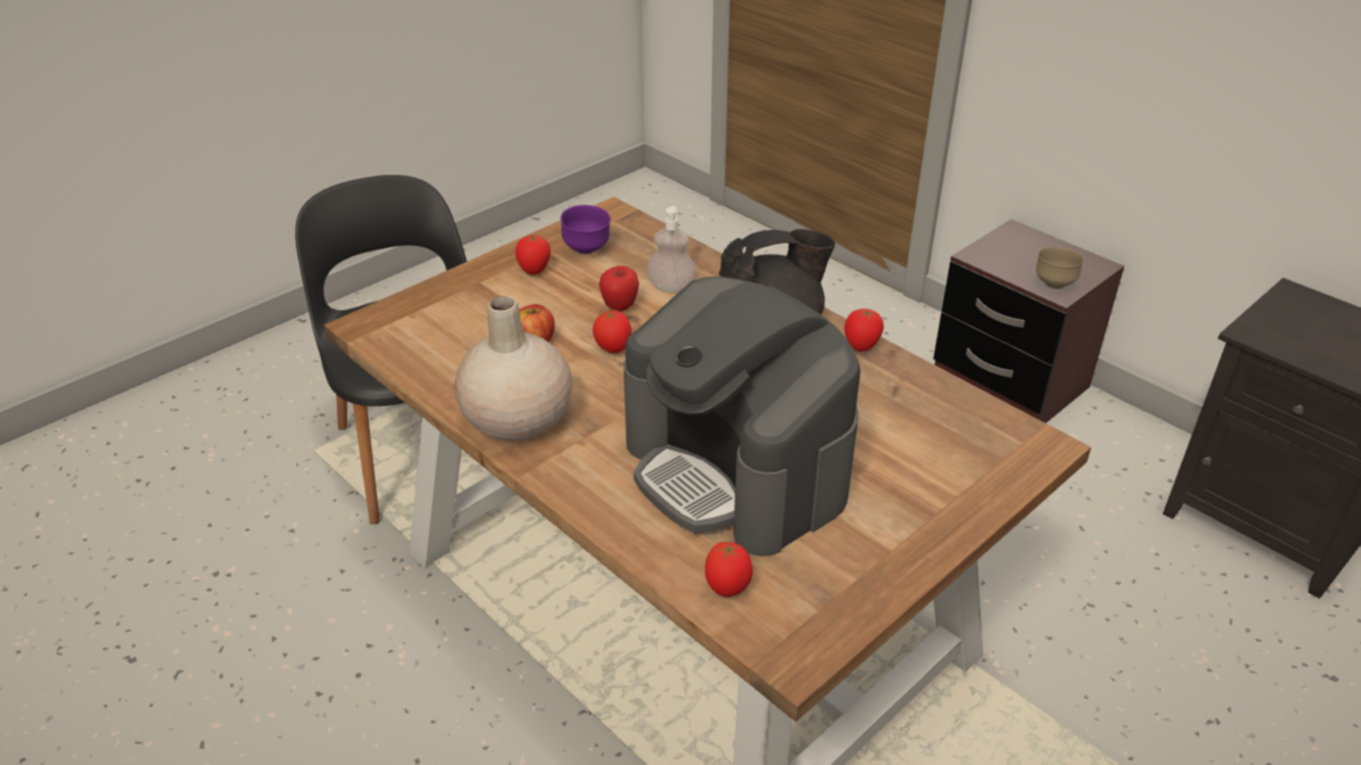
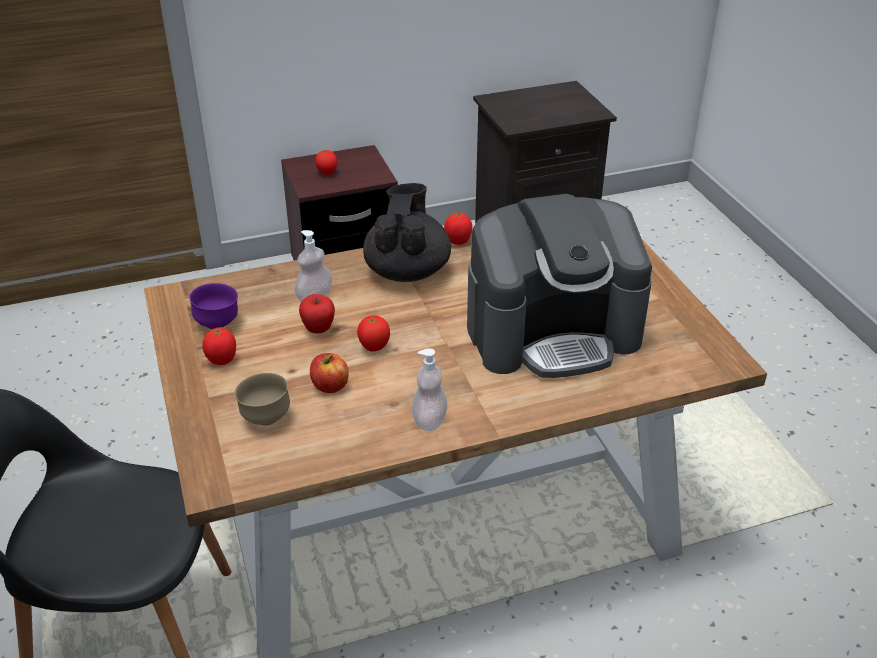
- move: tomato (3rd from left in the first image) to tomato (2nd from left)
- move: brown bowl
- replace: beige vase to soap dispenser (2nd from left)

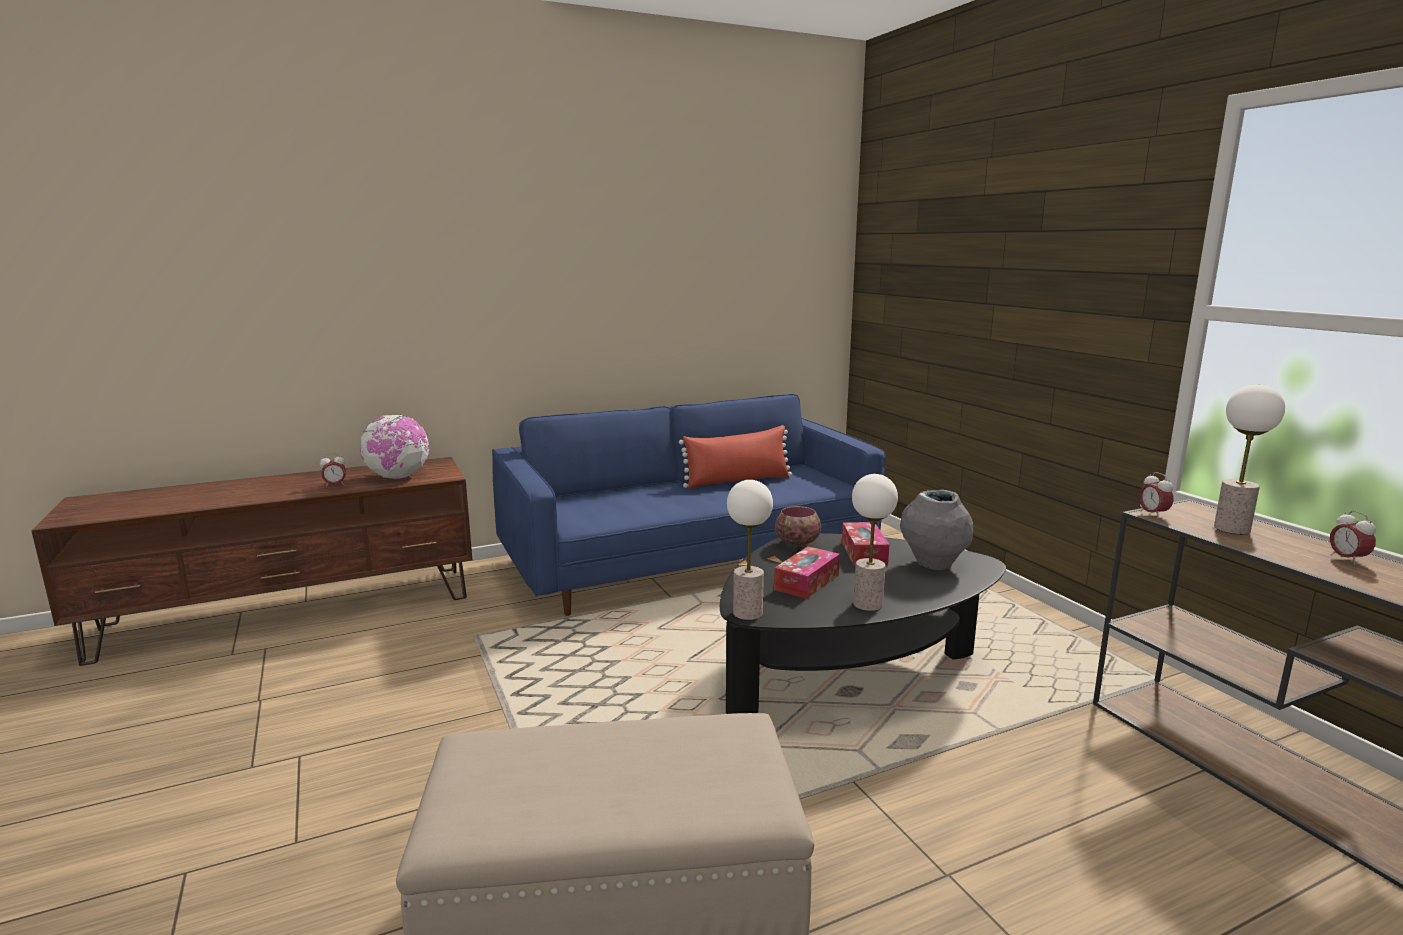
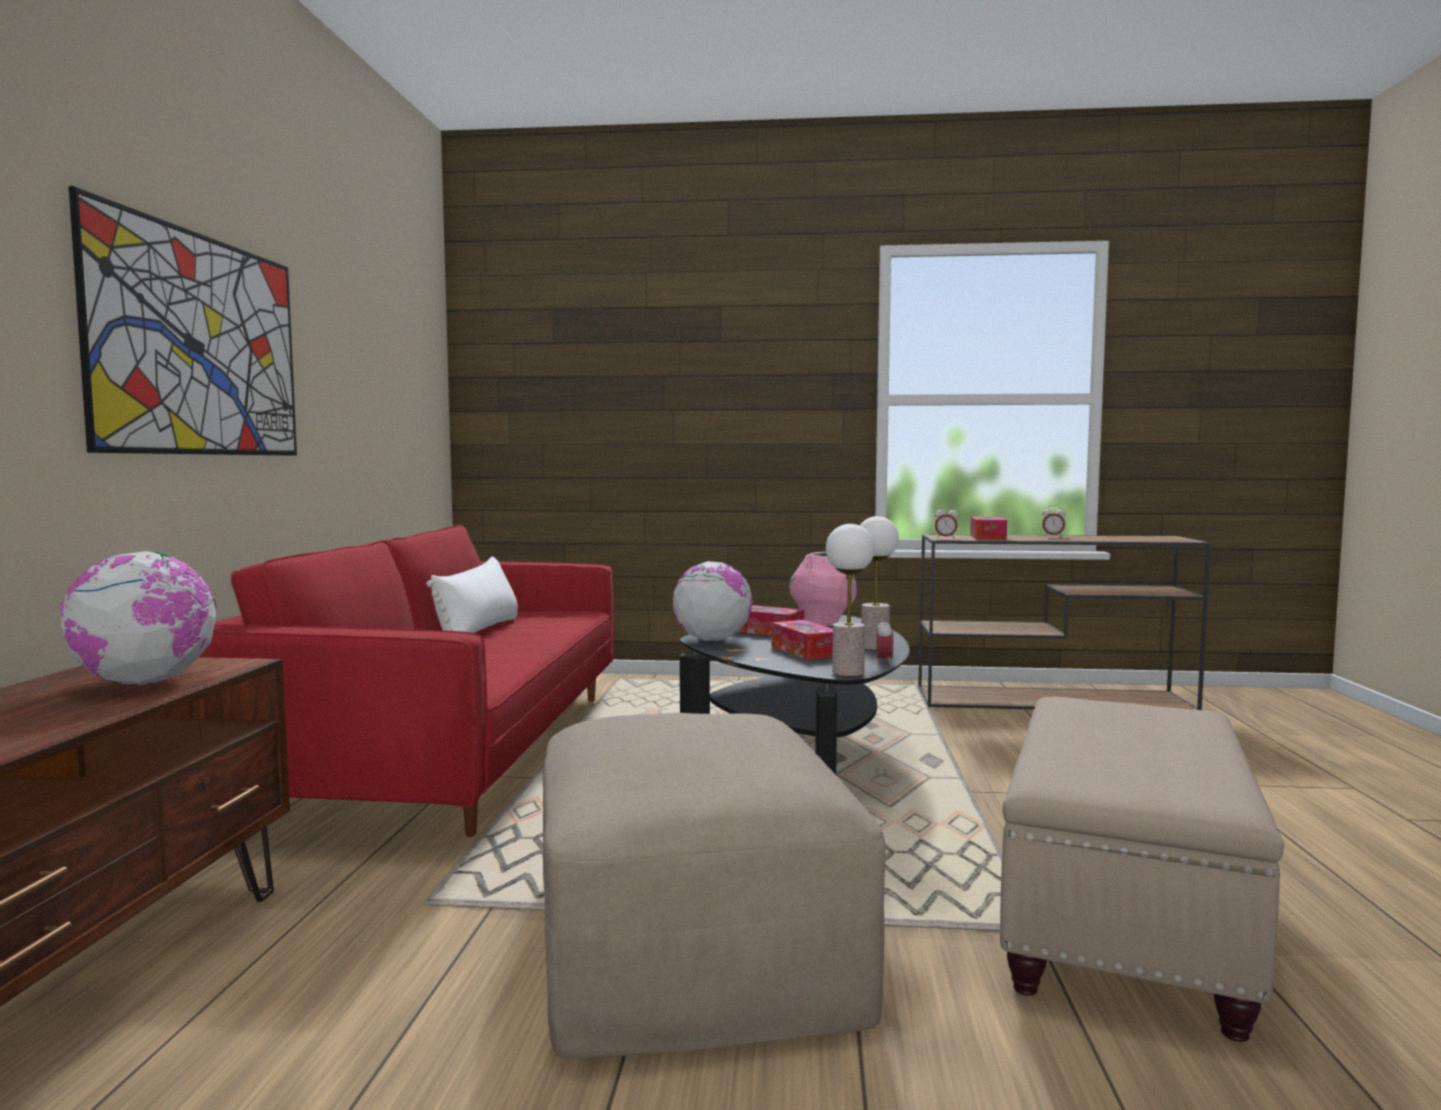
- insert: picture
- insert: beige ottoman (1st from left)
- move: alarm clock (1st from left)
- replace: bowl to globe (2nd from left)
- replace: table lamp (3rd from left) to tissue box (3rd from left)
- recolor: blue sofa to red sofa
- recolor: red pillow to white pillow
- recolor: grey vase to pink vase

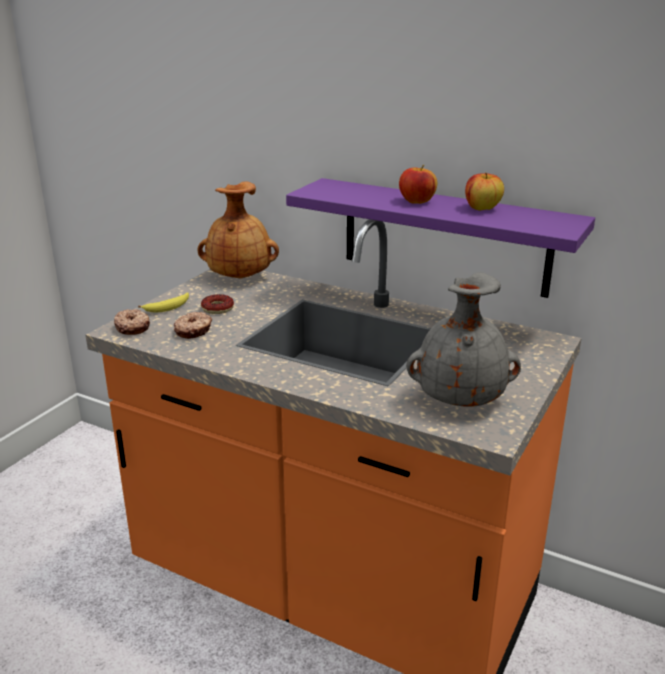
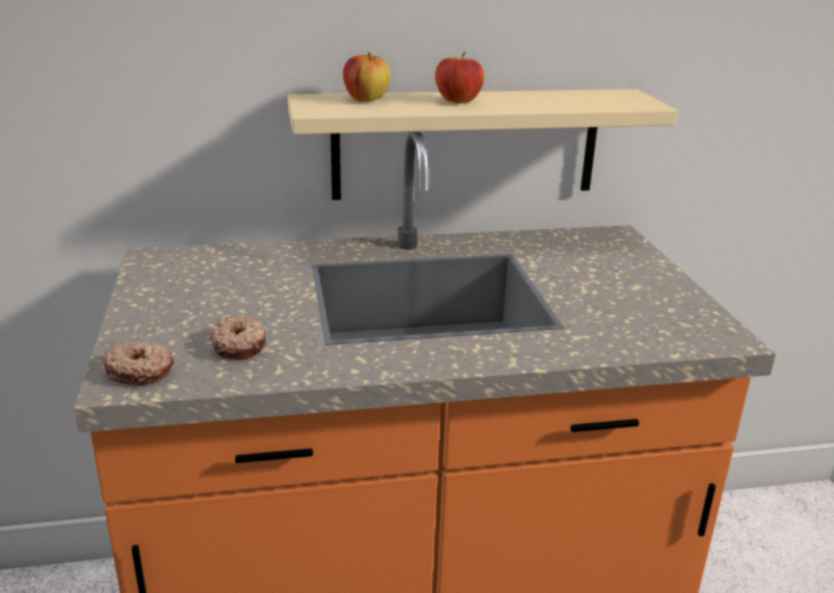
- delete: banana
- delete: brown vase
- delete: donut (3rd from left)
- delete: grey vase
- move: apple (2nd from left in the first image) to apple (1st from left)
- recolor: purple shelf to beige shelf

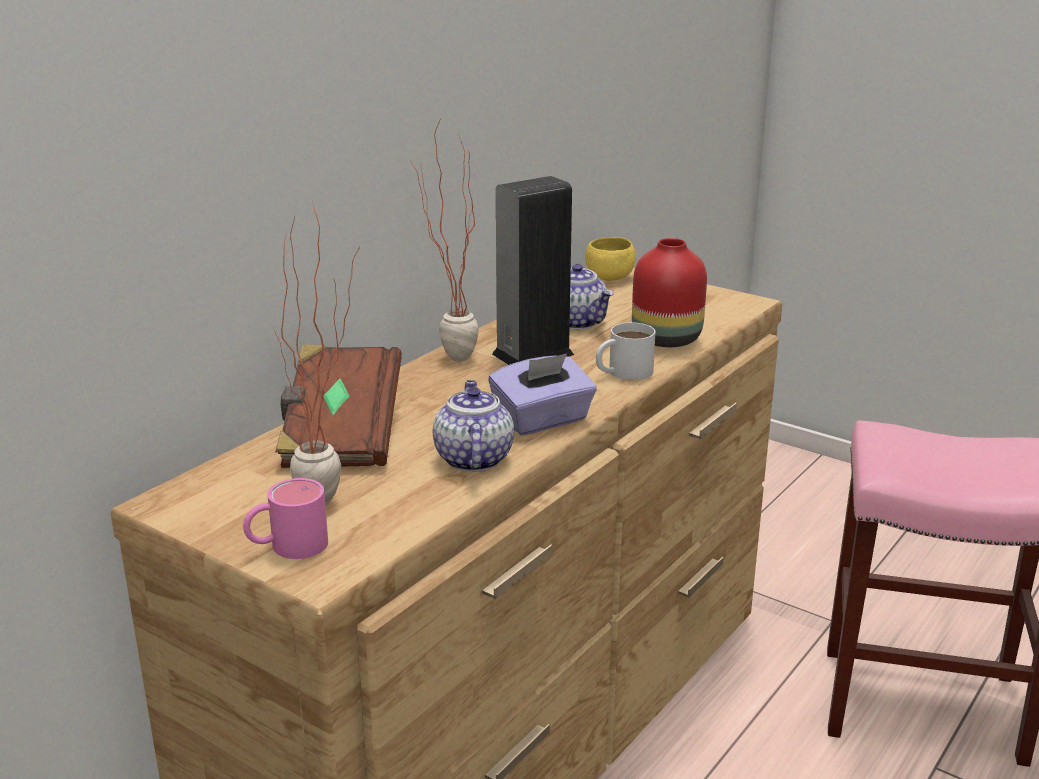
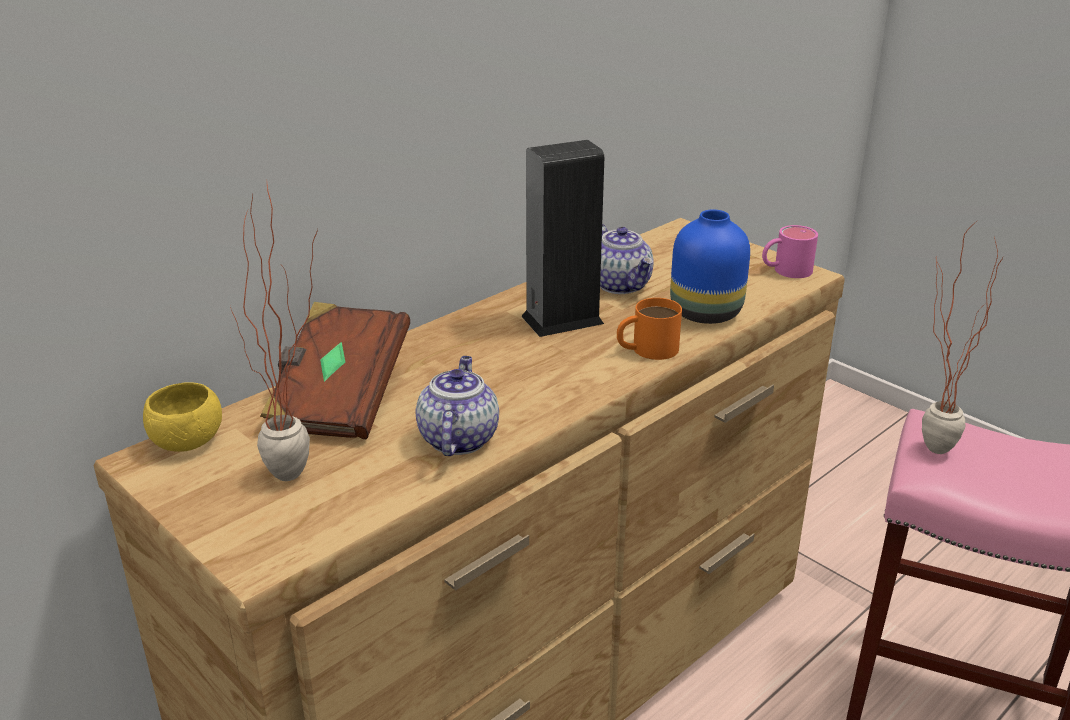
- delete: purple tissue box
- move: pink mug
- move: potted plant (2nd from left)
- move: yellow bowl
- recolor: white mug to orange mug
- recolor: red vase to blue vase

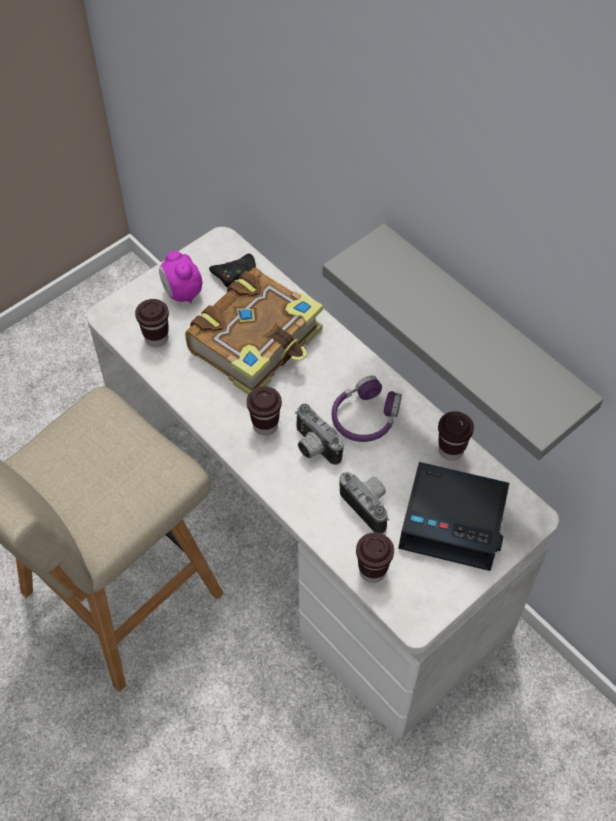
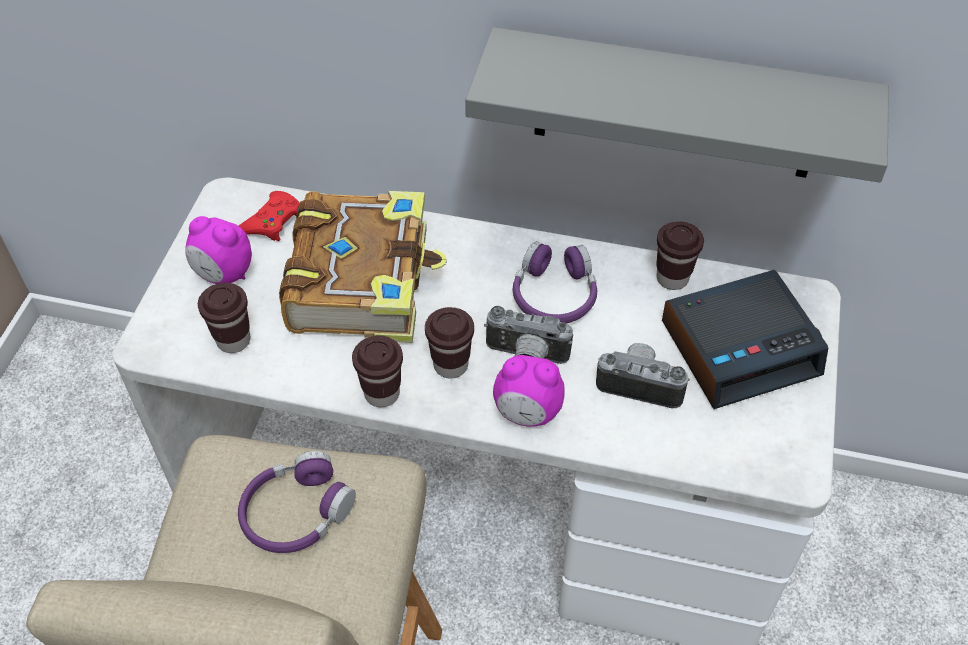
- insert: purple headphones (1st from left)
- insert: alarm clock (2nd from left)
- move: brown cup (3rd from left in the first image) to brown cup (2nd from left)
- recolor: black game controller to red game controller

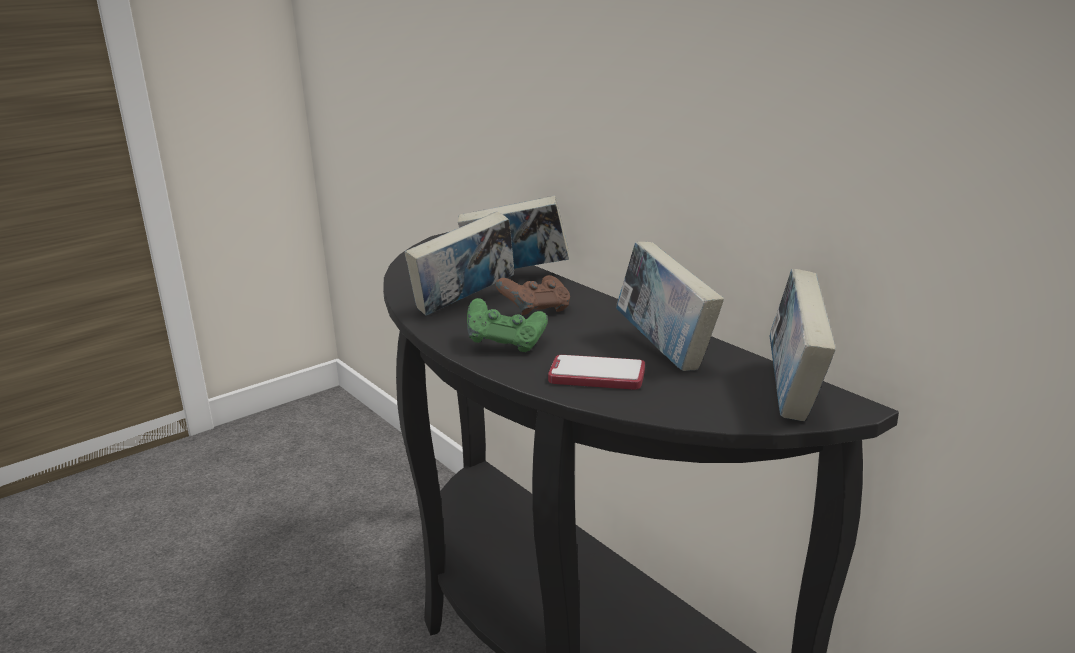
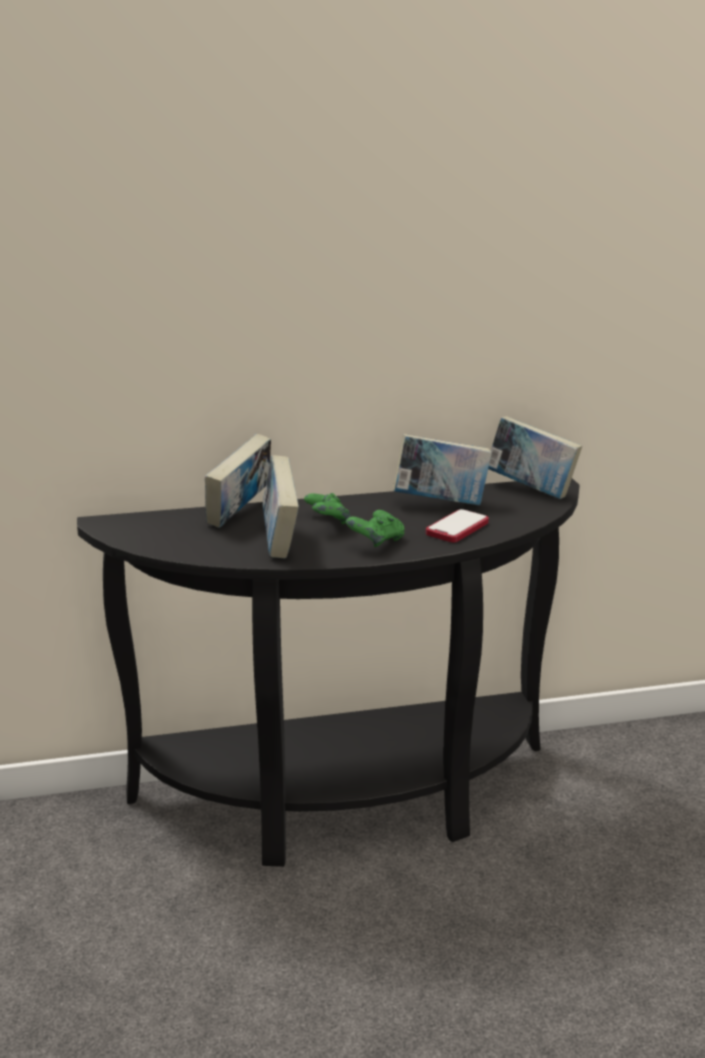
- recolor: brown game controller to green game controller (1st from left)

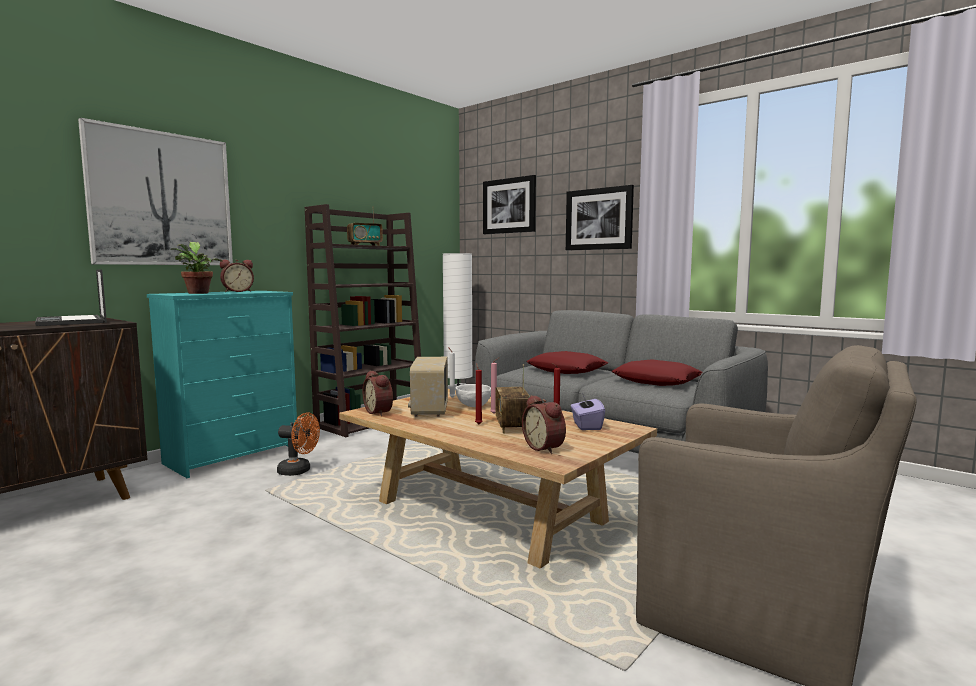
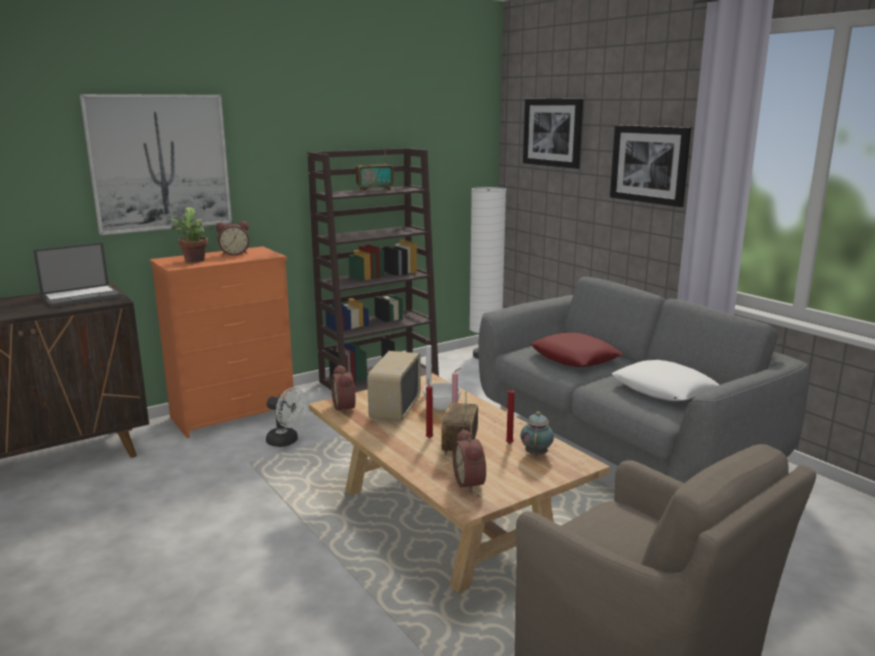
- replace: purple tissue box to teapot
- recolor: turquoise dresser to orange dresser
- recolor: orange fan to white fan
- recolor: red pillow (2nd from left) to white pillow
- rotate: laptop 105 degrees counterclockwise

